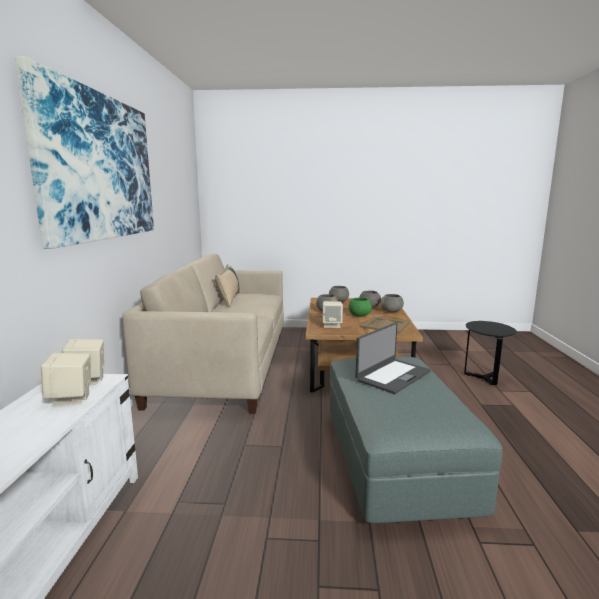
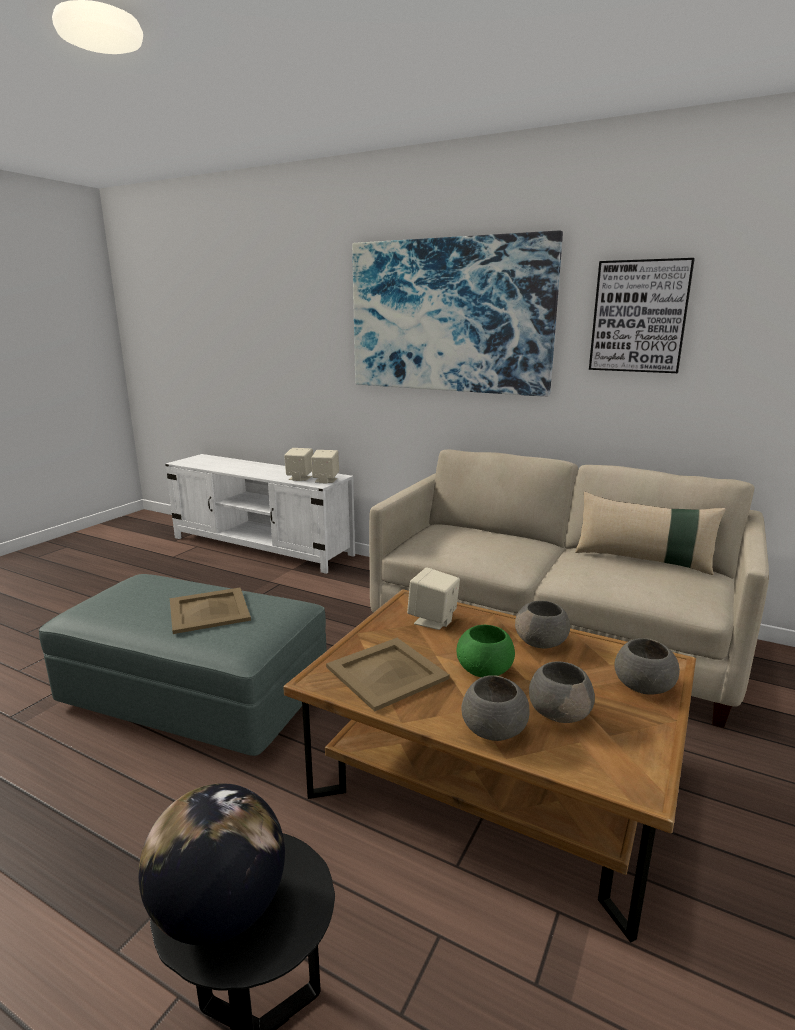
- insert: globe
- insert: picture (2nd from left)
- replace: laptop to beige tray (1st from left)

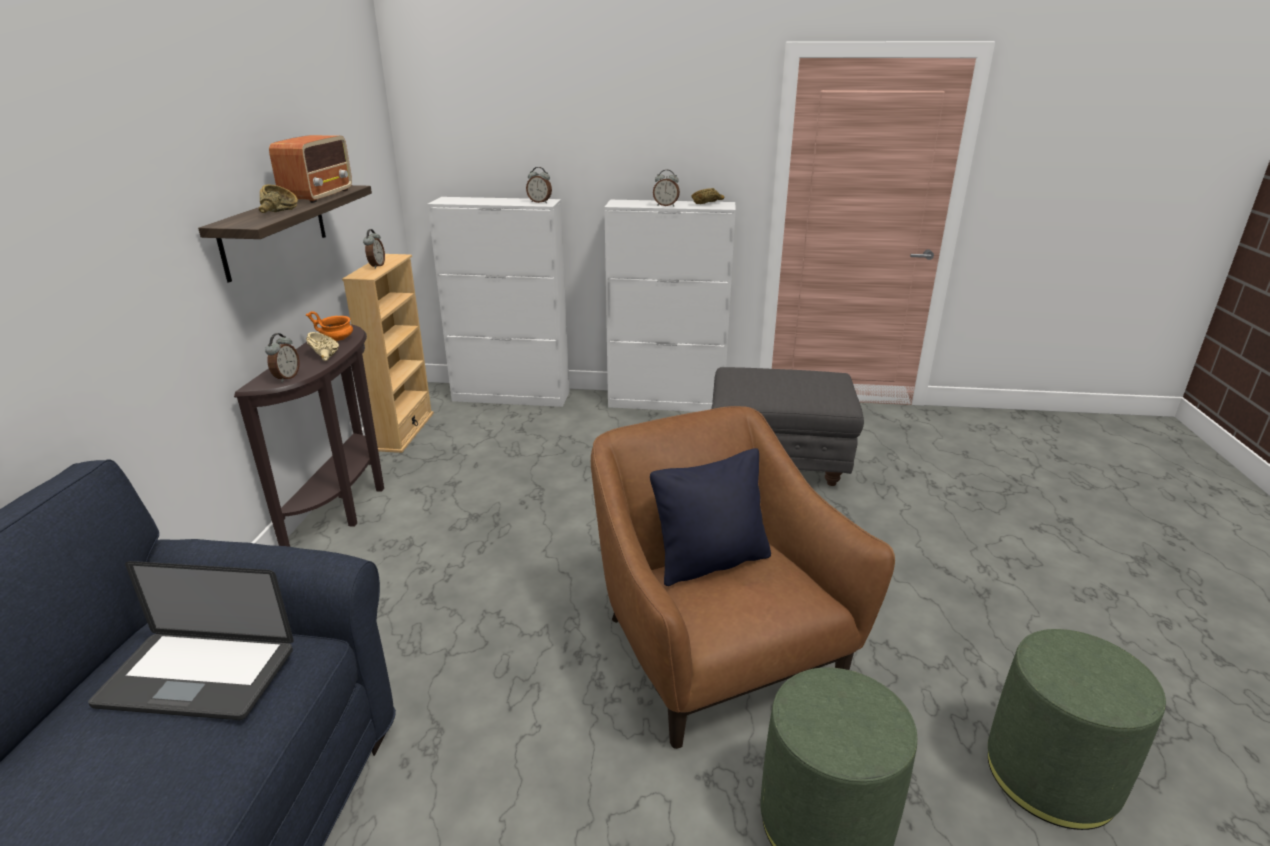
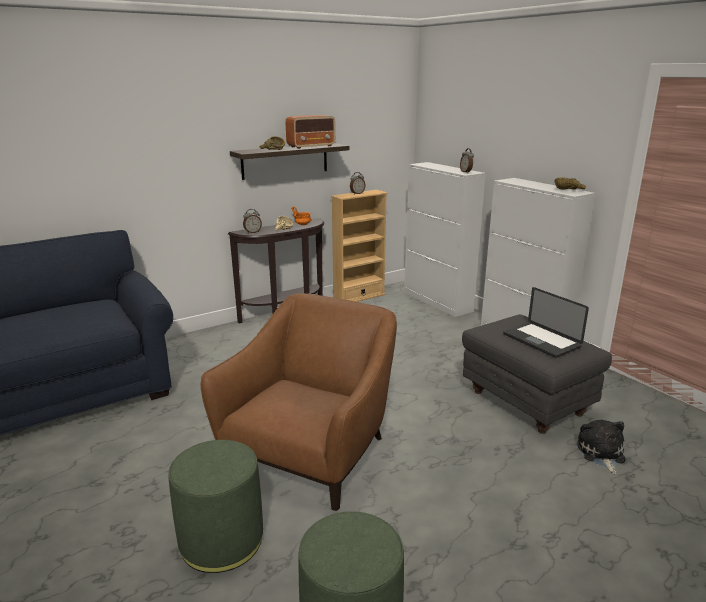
- delete: black pillow
- delete: alarm clock (4th from left)
- insert: plush toy
- move: laptop

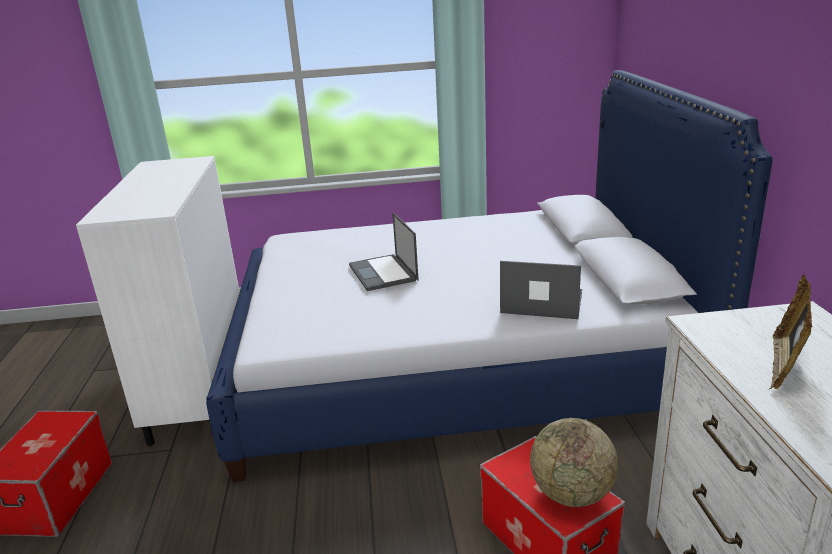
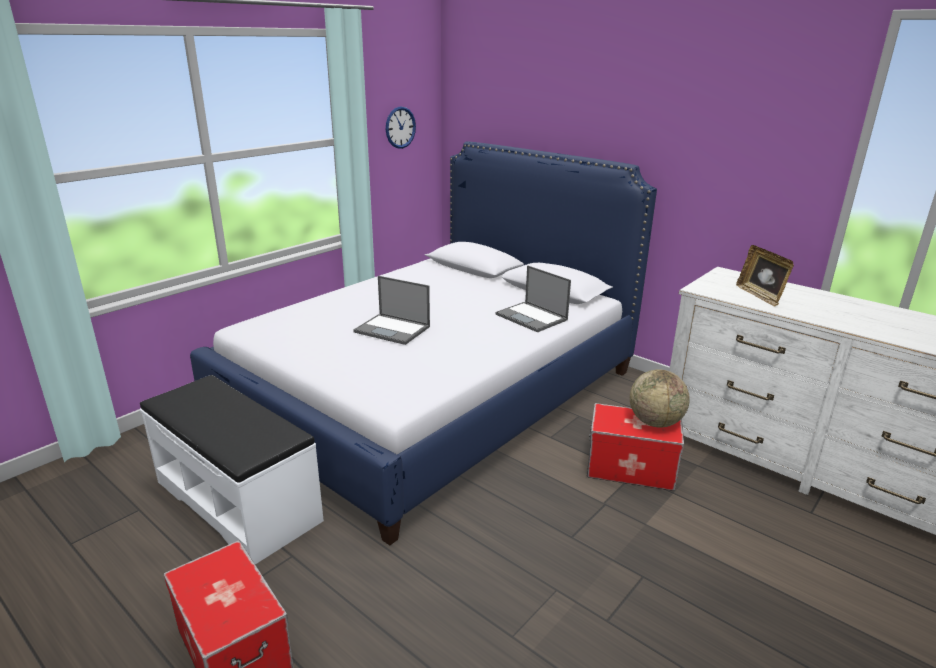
- insert: wall clock
- replace: white cabinet to white bench
- rotate: laptop (2nd from left) 105 degrees counterclockwise

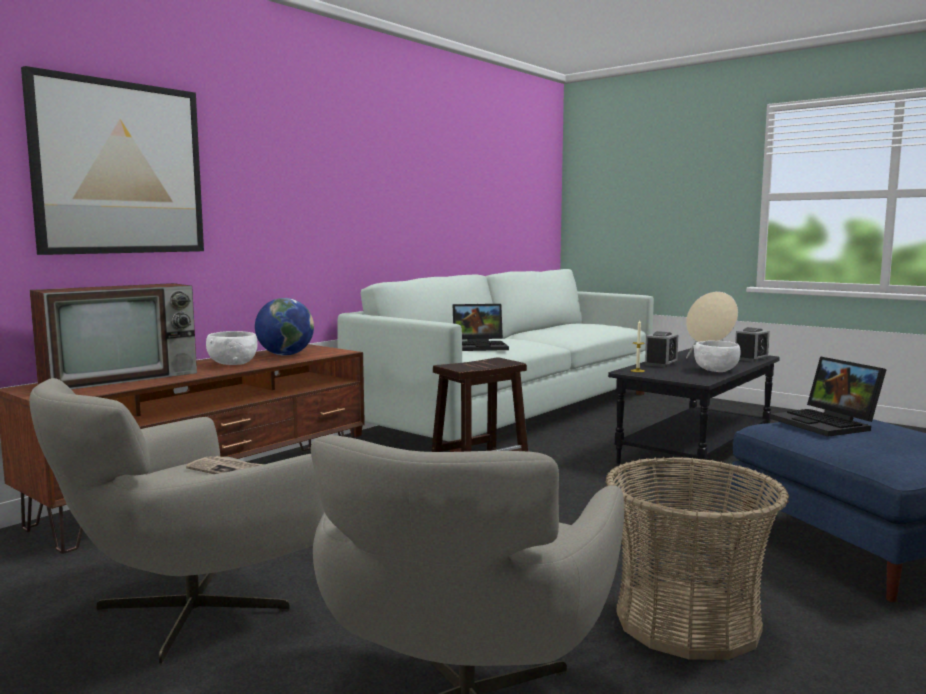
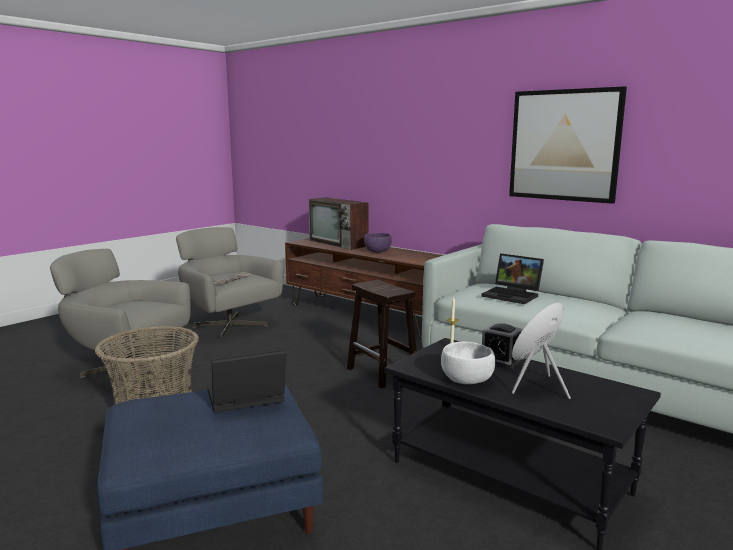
- delete: globe
- delete: alarm clock (2nd from left)
- move: picture
- recolor: white bowl (1st from left) to purple bowl
- rotate: laptop (1st from left in the first image) 45 degrees counterclockwise

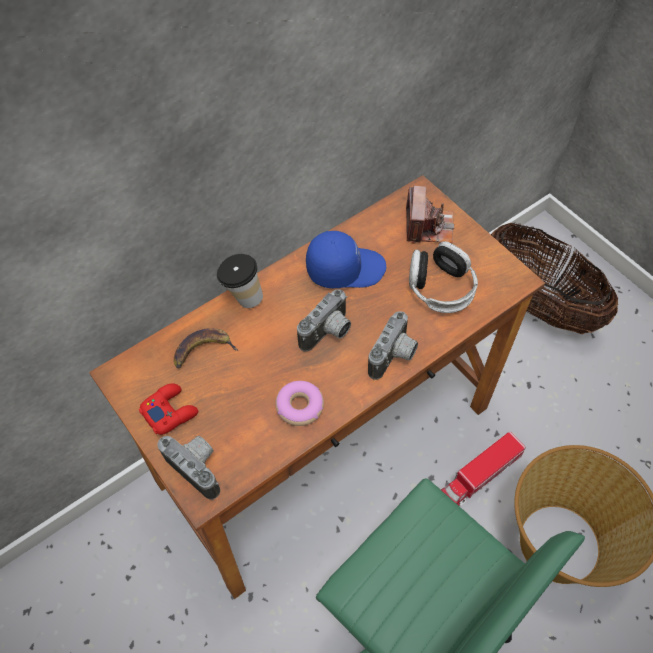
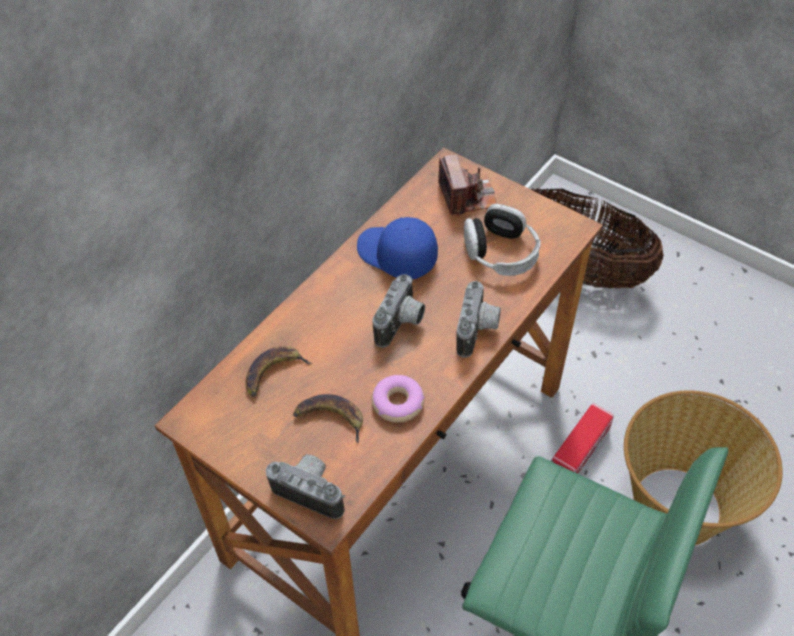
- delete: red game controller
- delete: cup
- insert: banana (2nd from left)
- rotate: blue cap 120 degrees counterclockwise

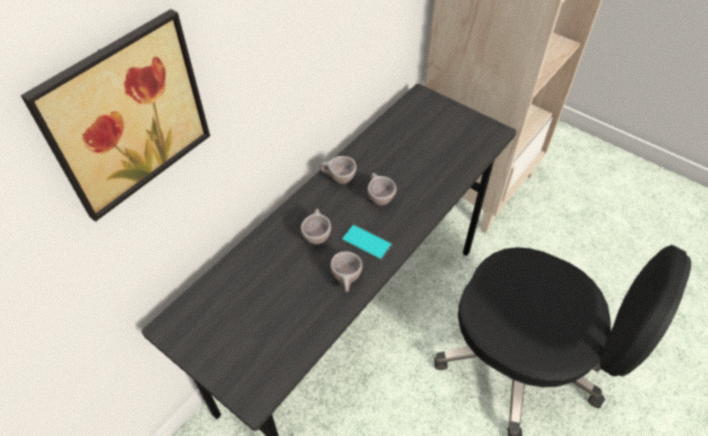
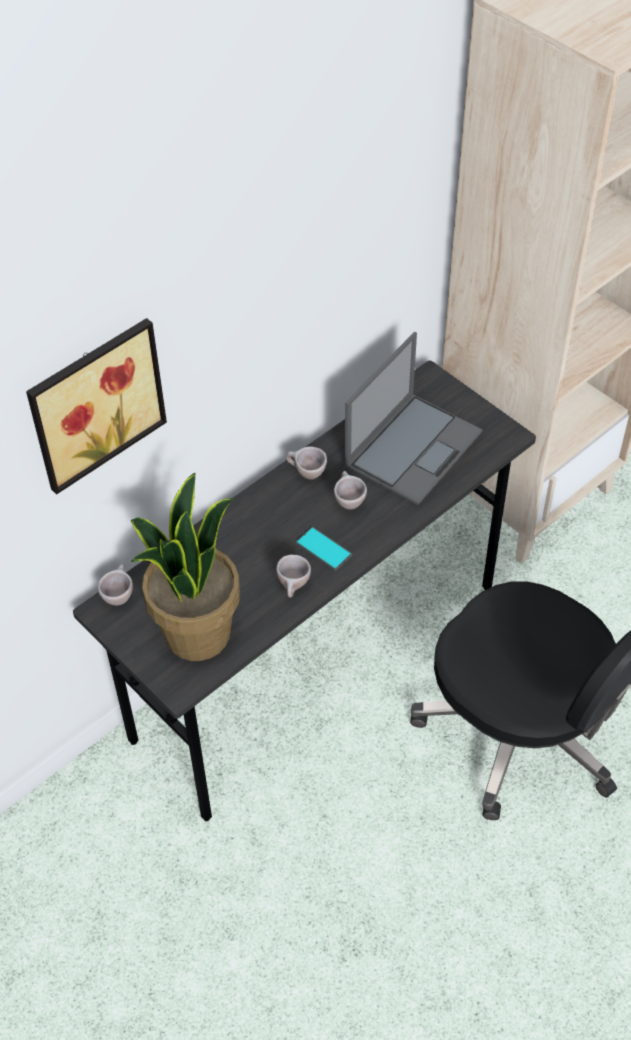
- insert: potted plant
- insert: laptop
- move: beige cup (1st from left)

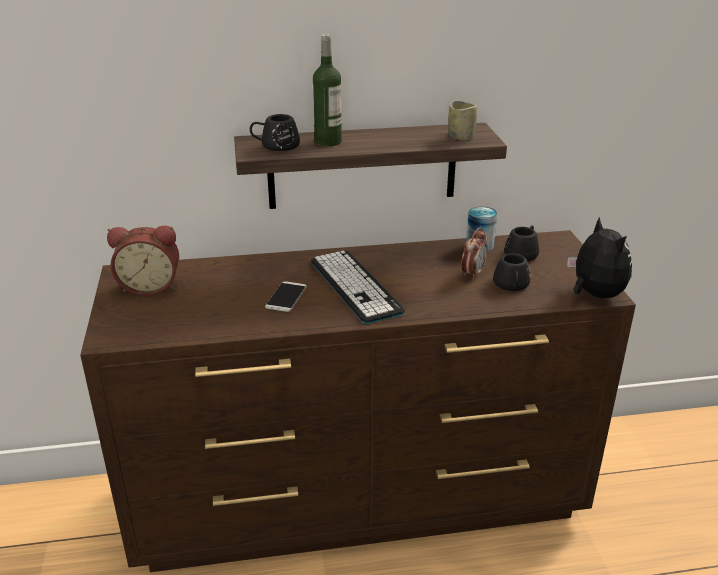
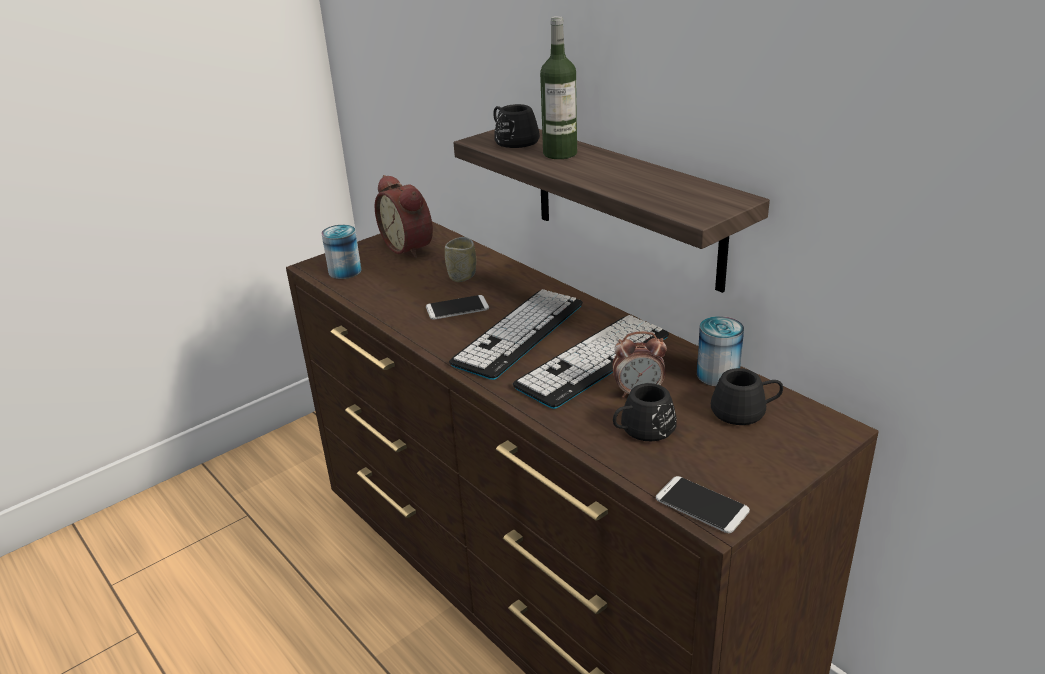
- insert: can (1st from left)
- insert: keyboard (2nd from left)
- move: cup
- replace: plush toy to phone (2nd from left)

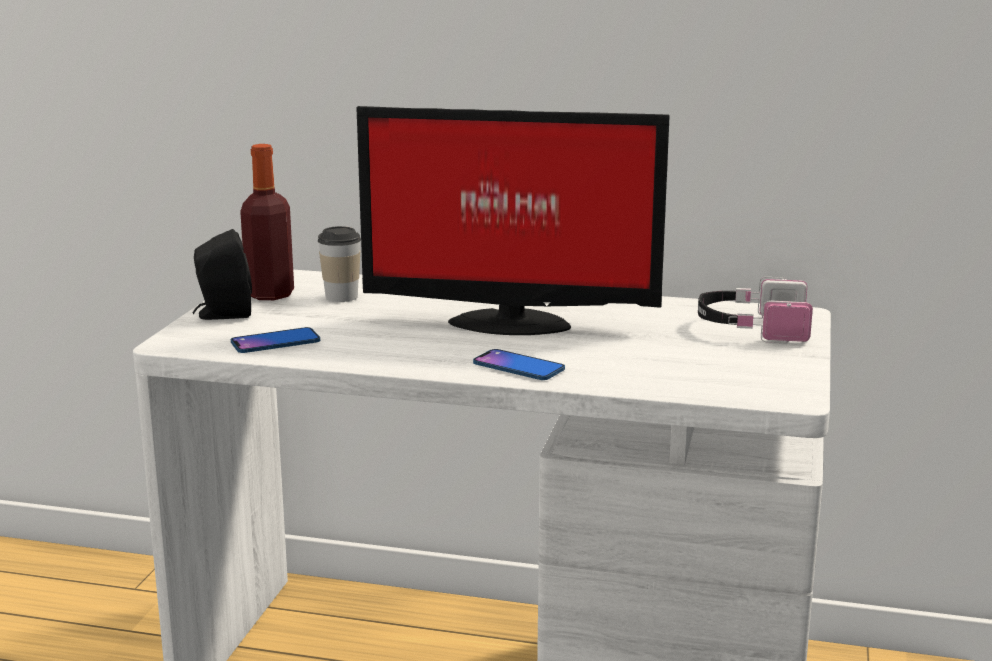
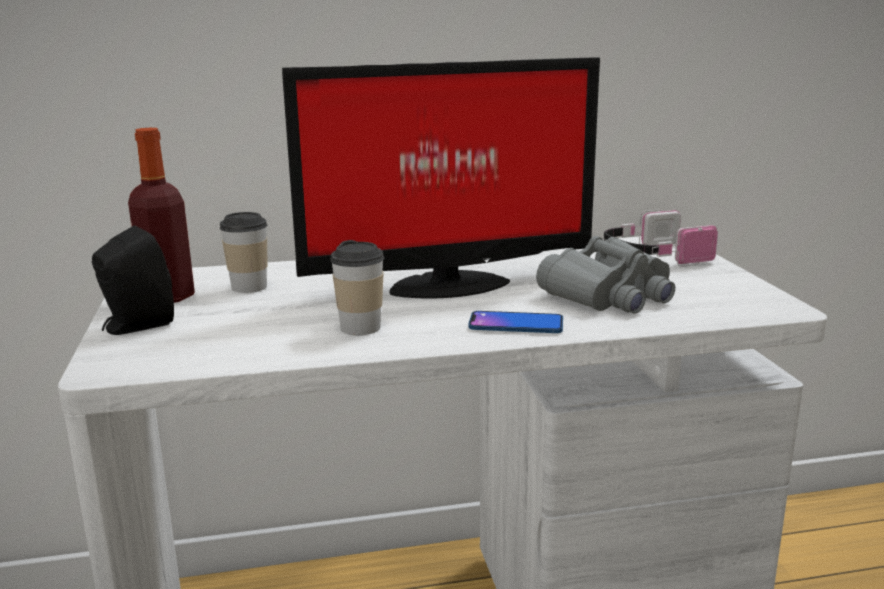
- delete: phone (1st from left)
- insert: cup (2nd from left)
- insert: grey binoculars

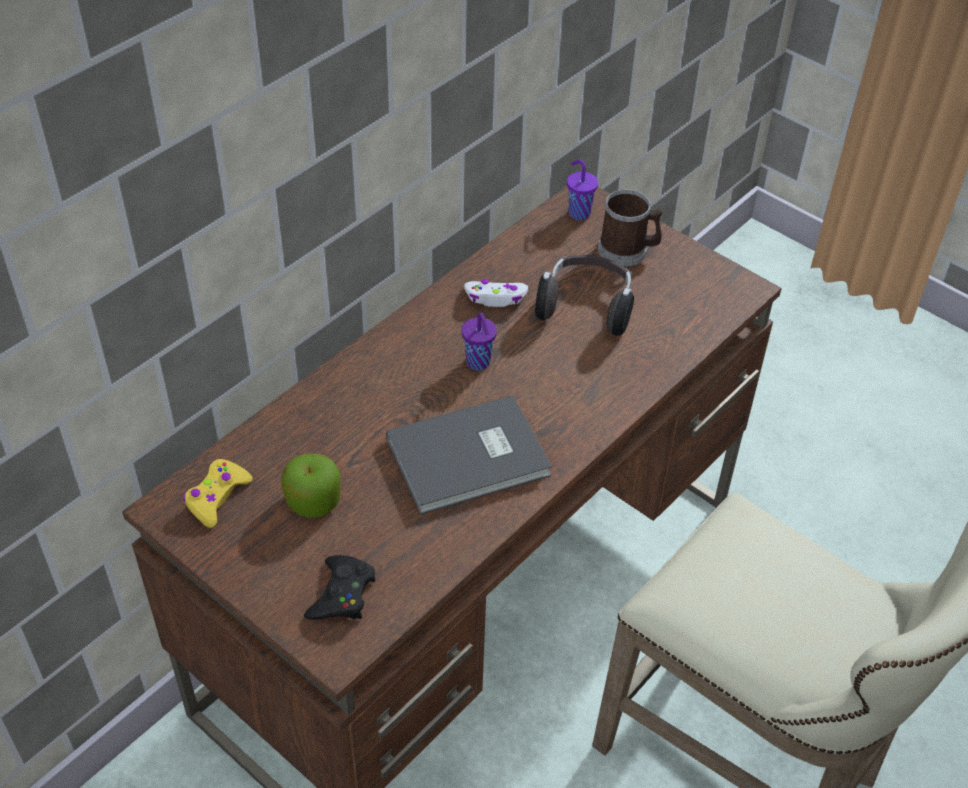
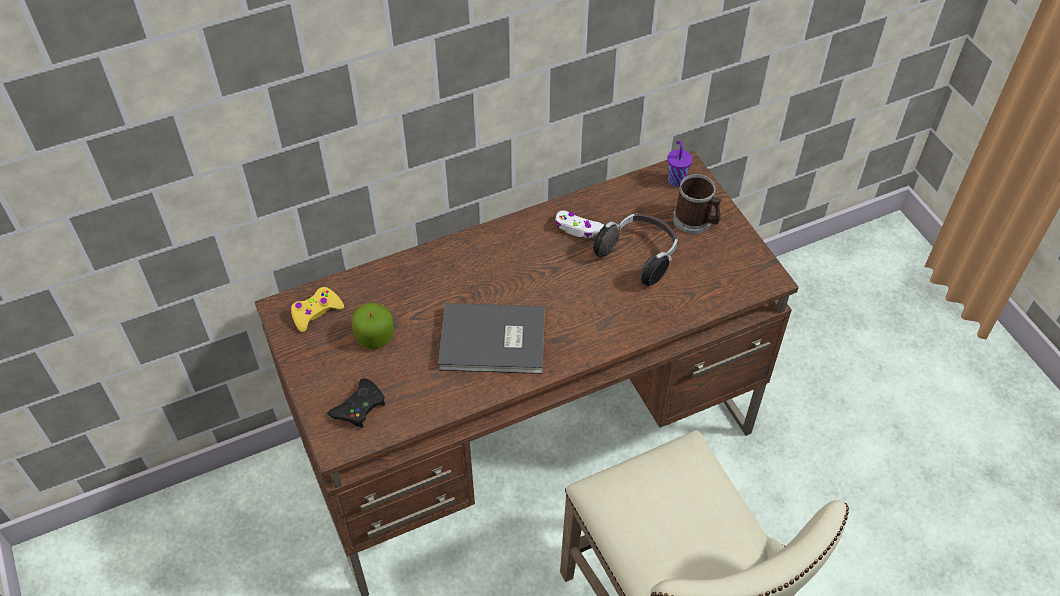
- delete: purple cup (1st from left)

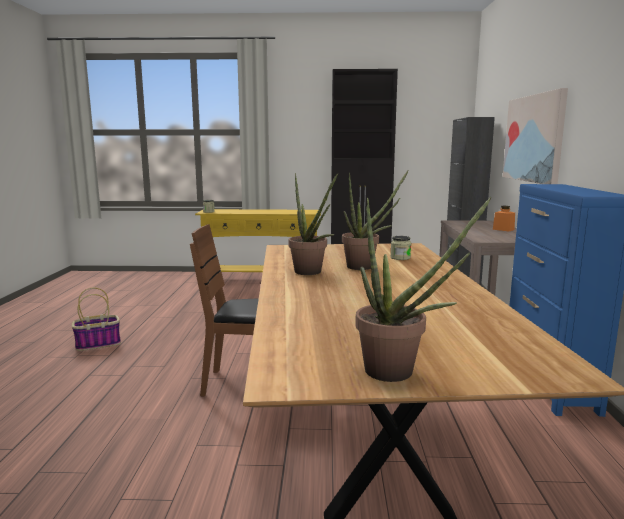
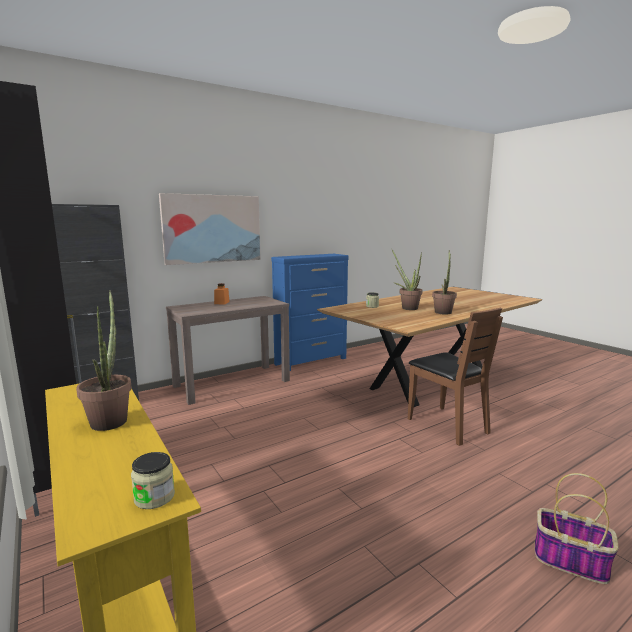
- move: potted plant (3rd from left in the first image) to potted plant (1st from left)

